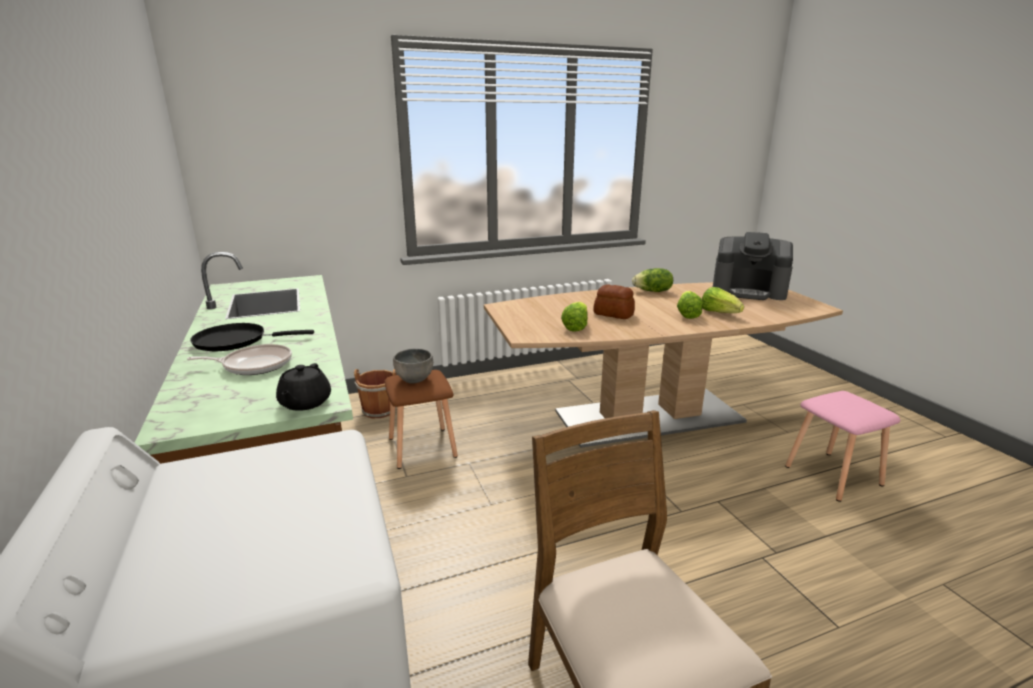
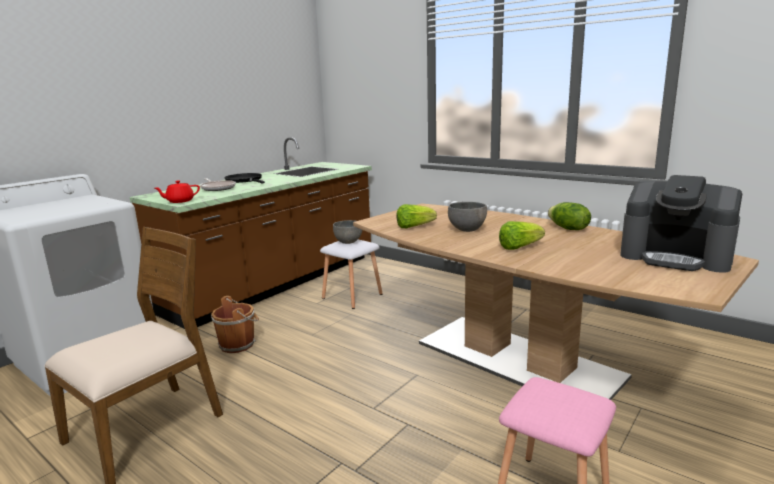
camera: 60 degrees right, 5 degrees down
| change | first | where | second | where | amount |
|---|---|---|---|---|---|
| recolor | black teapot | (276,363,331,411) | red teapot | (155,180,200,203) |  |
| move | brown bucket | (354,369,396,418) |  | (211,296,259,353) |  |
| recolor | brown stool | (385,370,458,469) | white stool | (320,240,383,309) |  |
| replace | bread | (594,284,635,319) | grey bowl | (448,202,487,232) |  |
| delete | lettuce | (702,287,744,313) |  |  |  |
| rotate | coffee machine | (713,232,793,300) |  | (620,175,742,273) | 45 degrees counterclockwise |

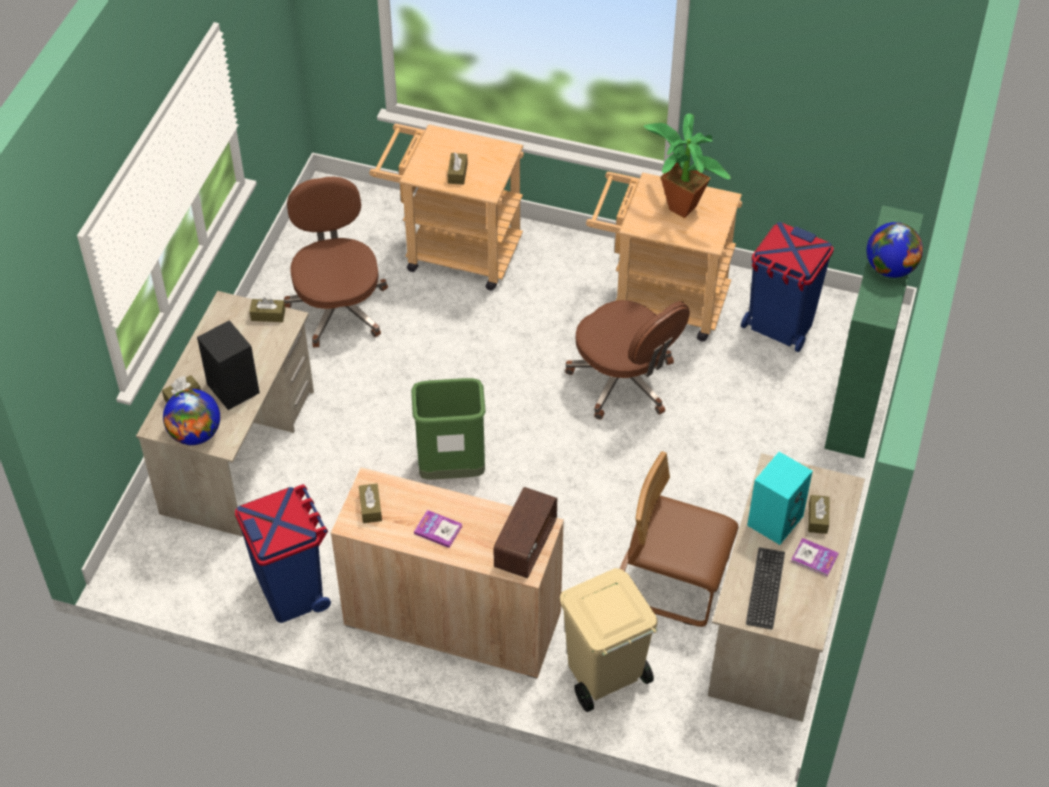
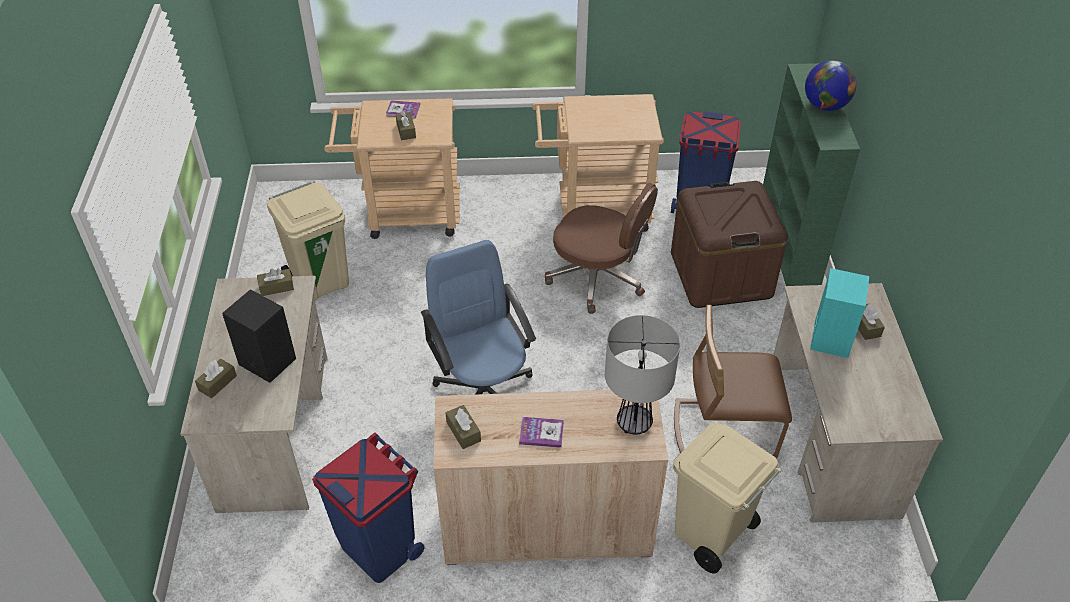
camera: 20 degrees left, 5 degrees down
| change | first | where | second | where | amount |
|---|---|---|---|---|---|
| delete | globe | (163,389,220,445) |  |  |  |
| replace | brown office chair | (284,177,388,347) | beige trash can | (267,181,349,301) |  |
| replace | green trash can | (411,378,486,480) | blue office chair | (421,240,536,394) |  |
| replace | radio | (493,487,557,578) | table lamp | (605,315,680,434) |  |
| delete | potted plant | (644,113,731,218) |  |  |  |
| delete | keyboard | (746,547,785,629) |  |  |  |
| move | book | (791,538,839,577) |  | (386,100,420,118) |  |
| insert |  |  | brown storage box | (671,181,788,308) |  |

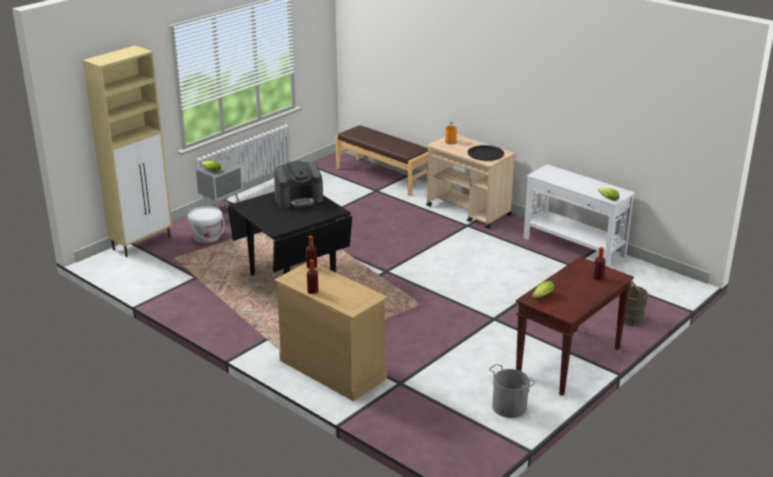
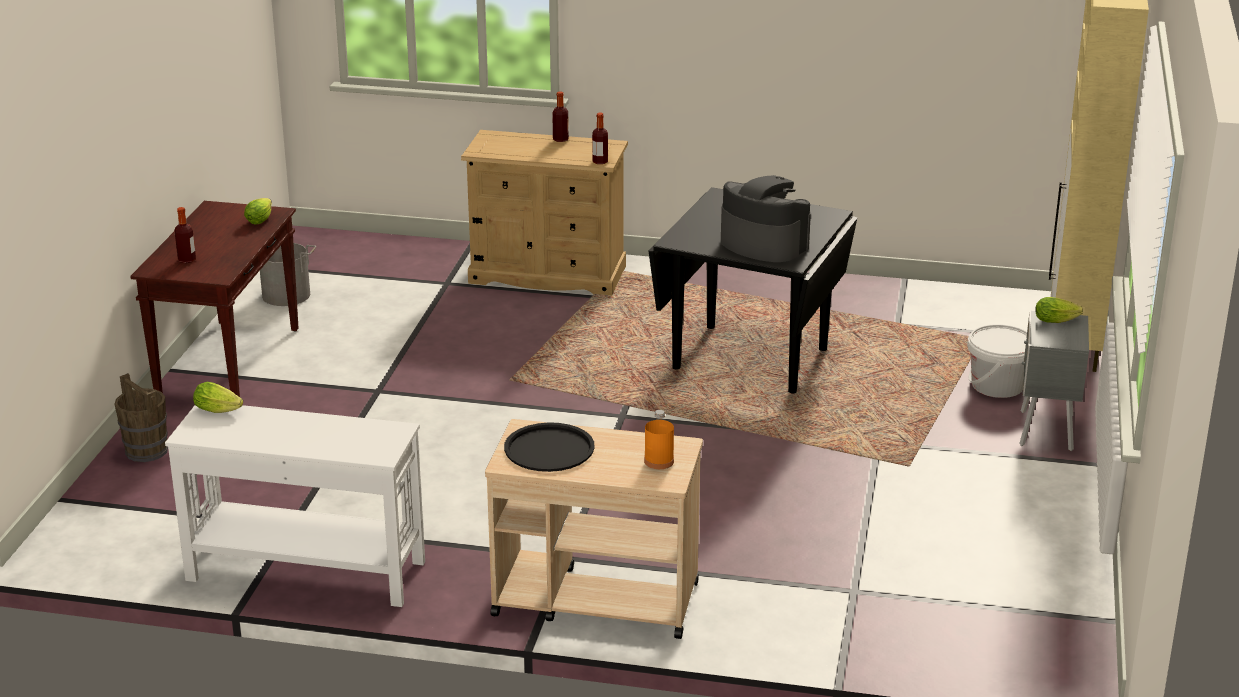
camera: 150 degrees right, 0 degrees up
| change | first | where | second | where | amount |
|---|---|---|---|---|---|
| rotate | coffee machine | (274,161,323,208) |  | (721,175,811,262) | 90 degrees clockwise |
| delete | brown bench | (336,125,428,196) |  |  |  |

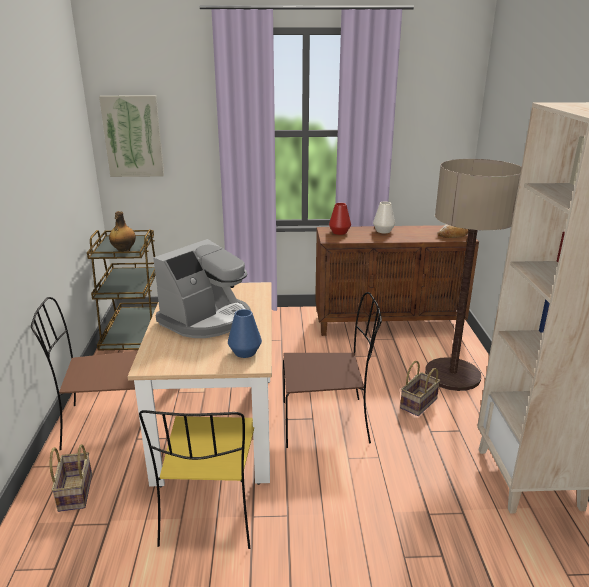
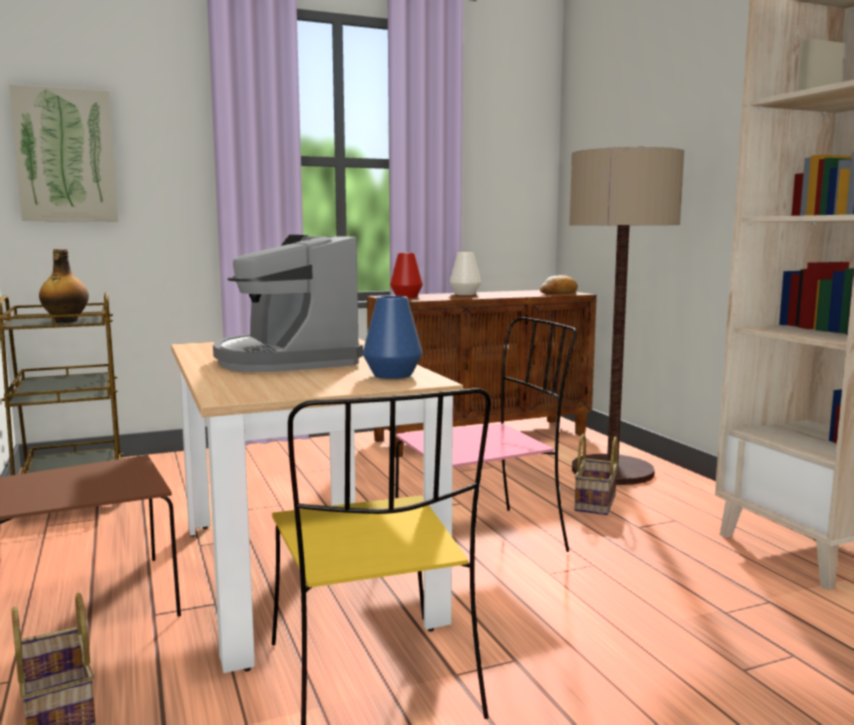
camera: 20 degrees left, 15 degrees down
| change | first | where | second | where | amount |
|---|---|---|---|---|---|
| rotate | coffee machine | (153,239,250,338) |  | (213,235,363,372) | 135 degrees clockwise |
| recolor | brown chair | (283,292,382,448) | pink chair | (395,317,577,552) |  |

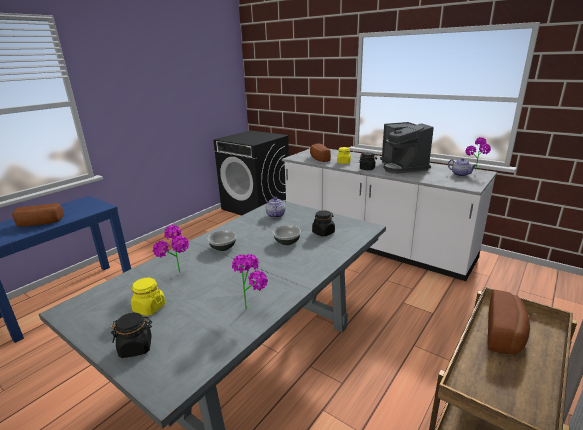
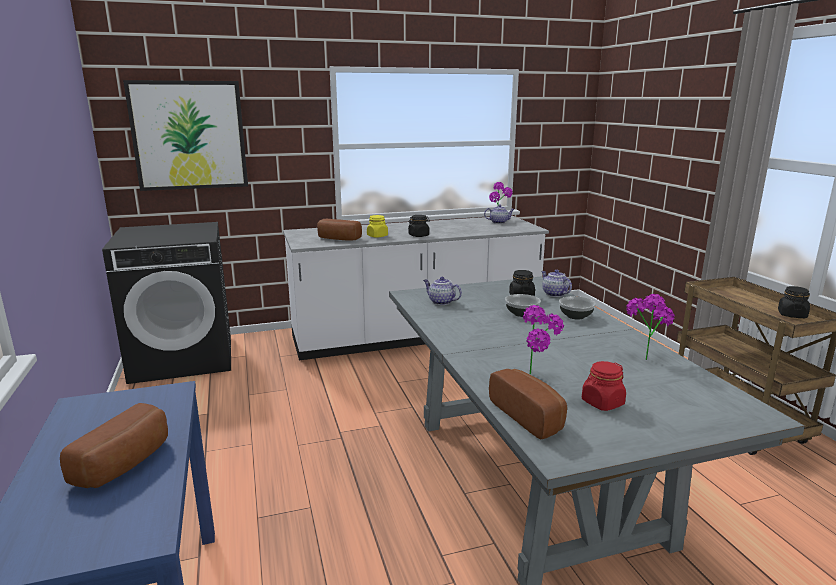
camera: 55 degrees left, 5 degrees down
| change | first | where | second | where | amount |
|---|---|---|---|---|---|
| move | black jar | (111,312,152,358) |  | (778,286,810,318) |  |
| recolor | yellow jar | (131,278,165,316) | red jar | (582,361,626,411) |  |
| move | bowl | (207,231,236,251) |  | (559,296,596,320) |  |
| delete | coffee machine | (380,122,434,174) |  |  |  |
| move | bread | (488,290,530,355) |  | (489,369,567,440) |  |
| insert |  |  | picture | (123,80,248,191) |  |
| insert |  |  | teapot | (541,270,572,297) |  |

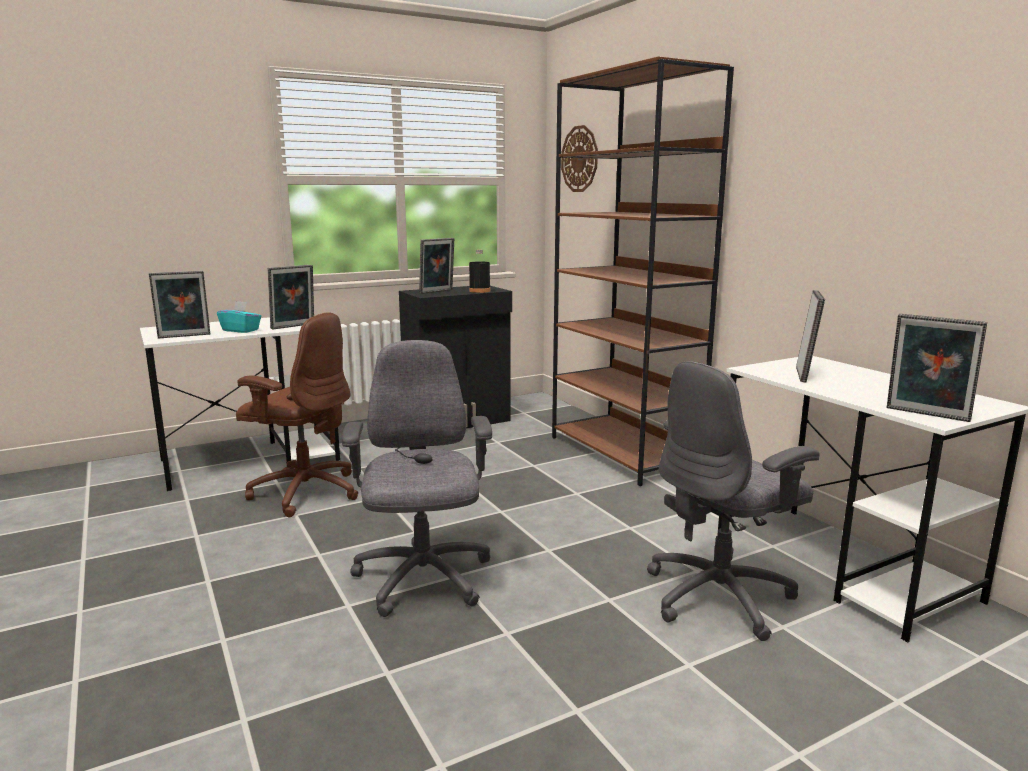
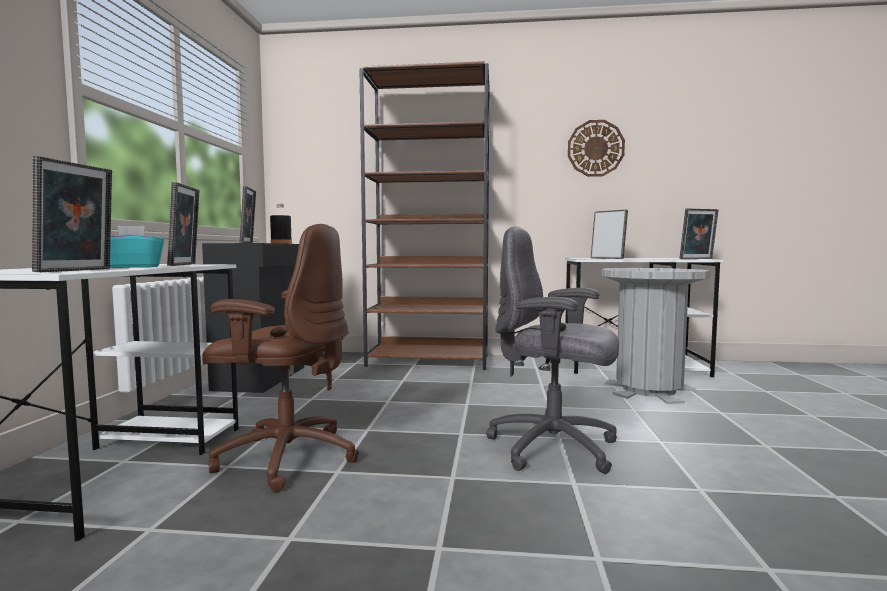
camera: 55 degrees left, 10 degrees down
| change | first | where | second | where | amount |
|---|---|---|---|---|---|
| rotate | brown office chair | (236,312,358,517) |  | (202,224,359,492) | 45 degrees clockwise |
| move | wall clock | (561,125,598,192) |  | (568,120,625,177) |  |
| replace | grey office chair | (647,361,820,641) | grey trash can | (601,268,710,404) |  |

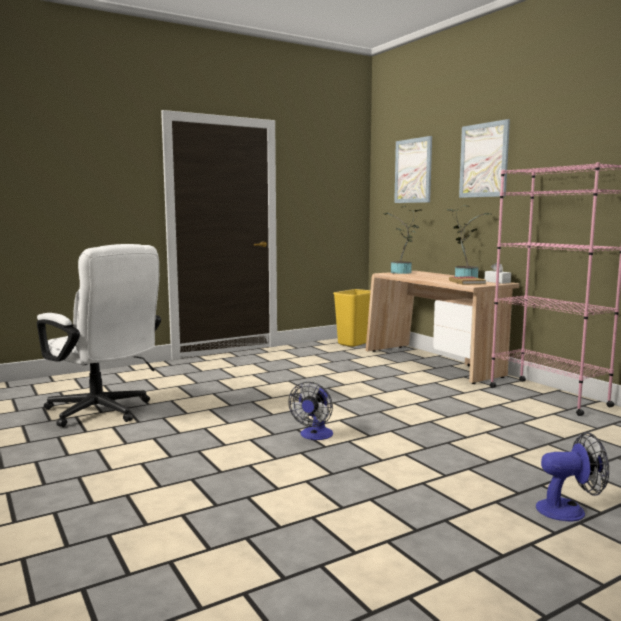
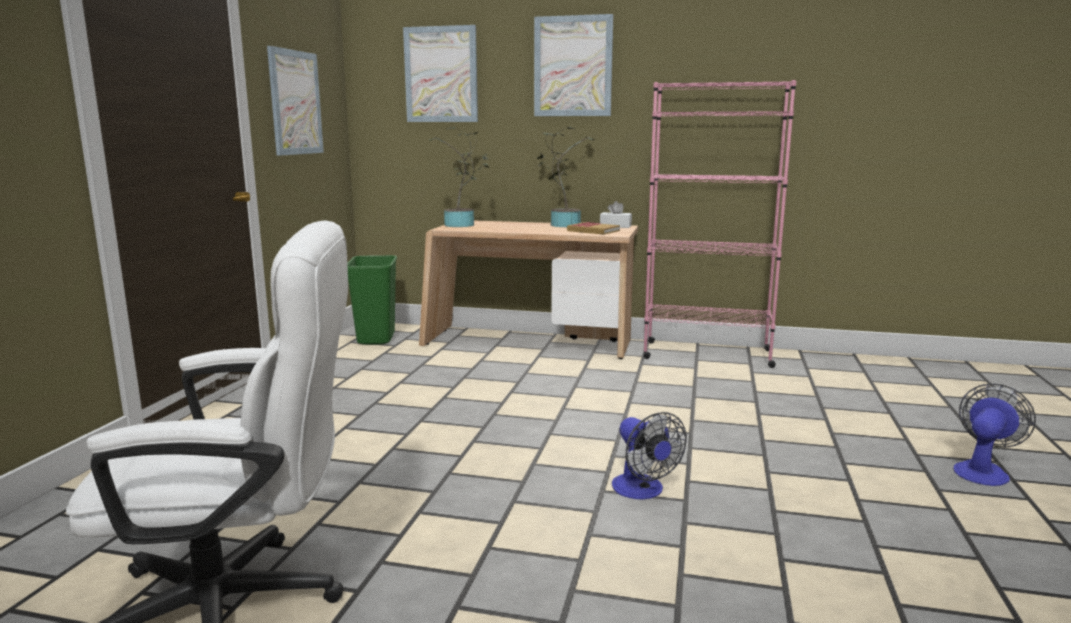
camera: 45 degrees left, 5 degrees up
| change | first | where | second | where | amount |
|---|---|---|---|---|---|
| recolor | yellow trash can | (333,289,371,347) | green trash can | (347,255,397,345) |  |
| insert |  |  | picture | (267,46,324,156) |  |

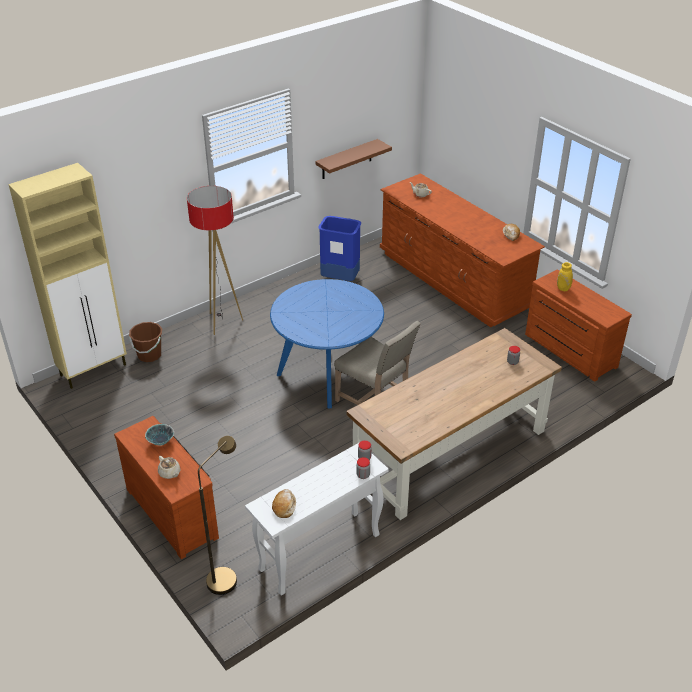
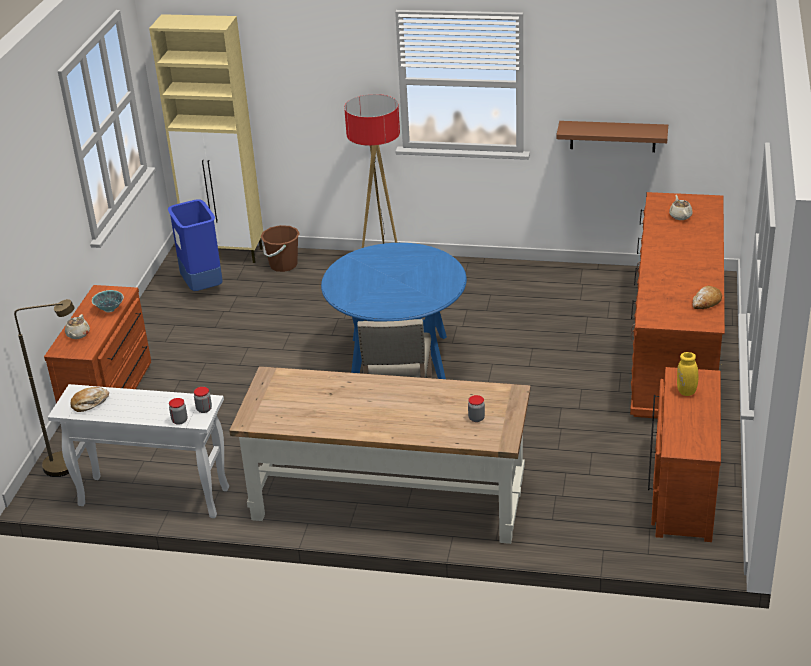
camera: 50 degrees right, 5 degrees down
| change | first | where | second | where | amount |
|---|---|---|---|---|---|
| move | blue trash can | (318,216,361,281) |  | (168,199,223,291) |  |

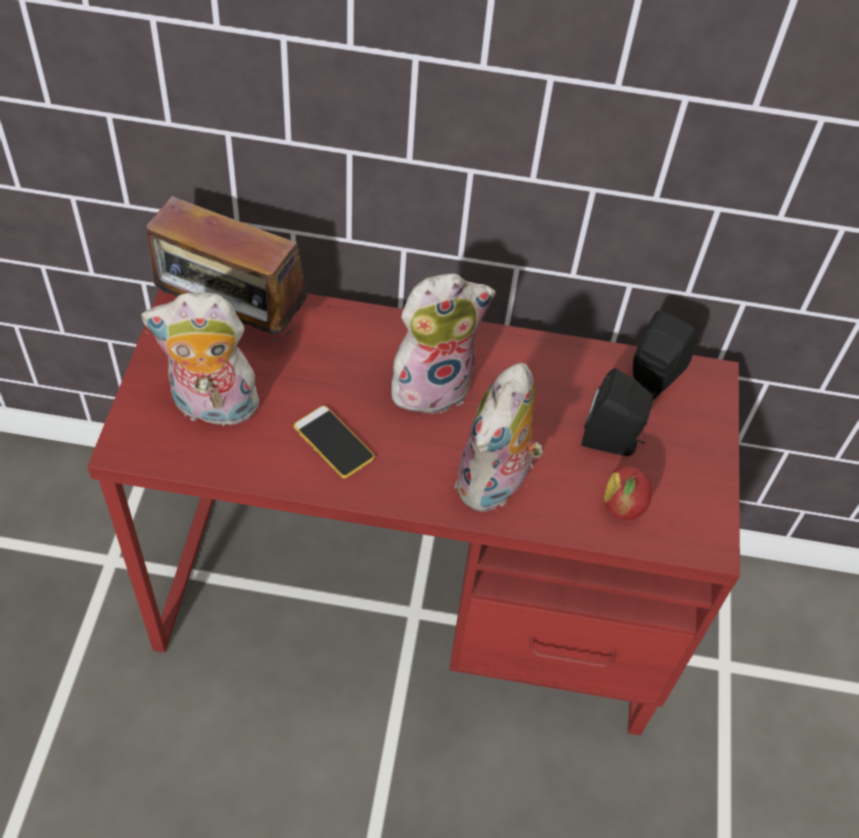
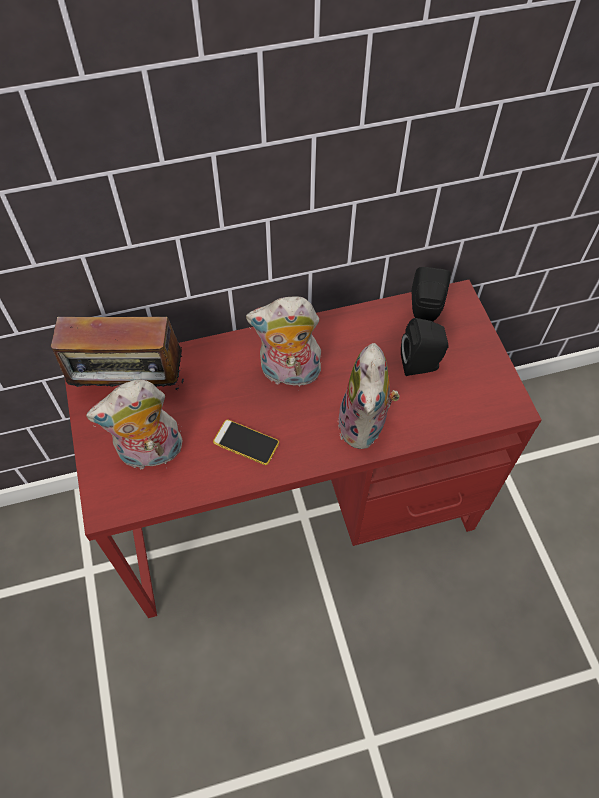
camera: 20 degrees left, 5 degrees up
| change | first | where | second | where | amount |
|---|---|---|---|---|---|
| rotate | plush toy | (391,274,496,414) |  | (246,297,321,387) | 135 degrees counterclockwise |
| delete | apple | (604,466,652,520) |  |  |  |

